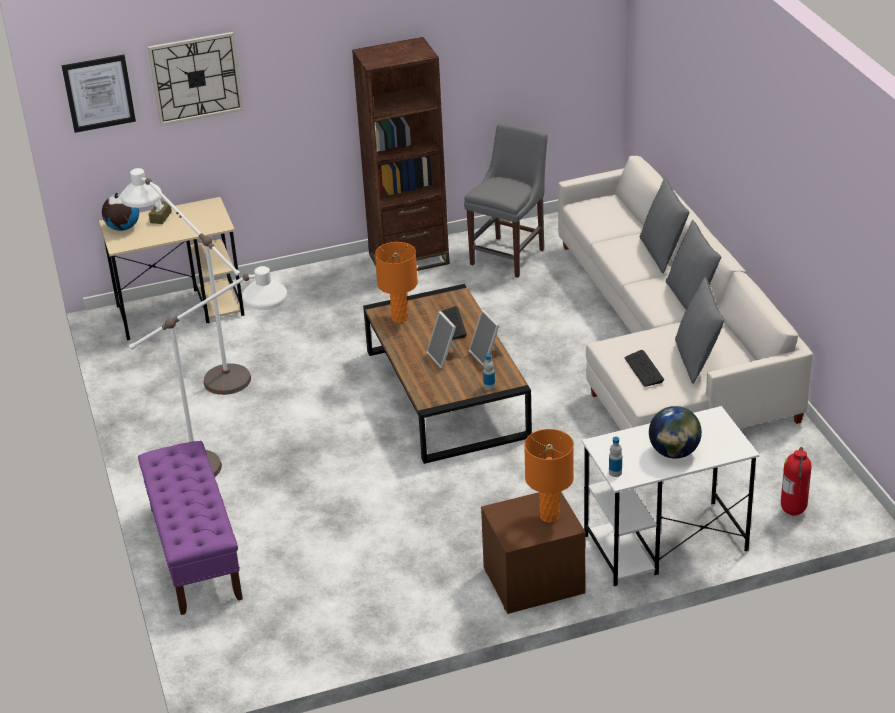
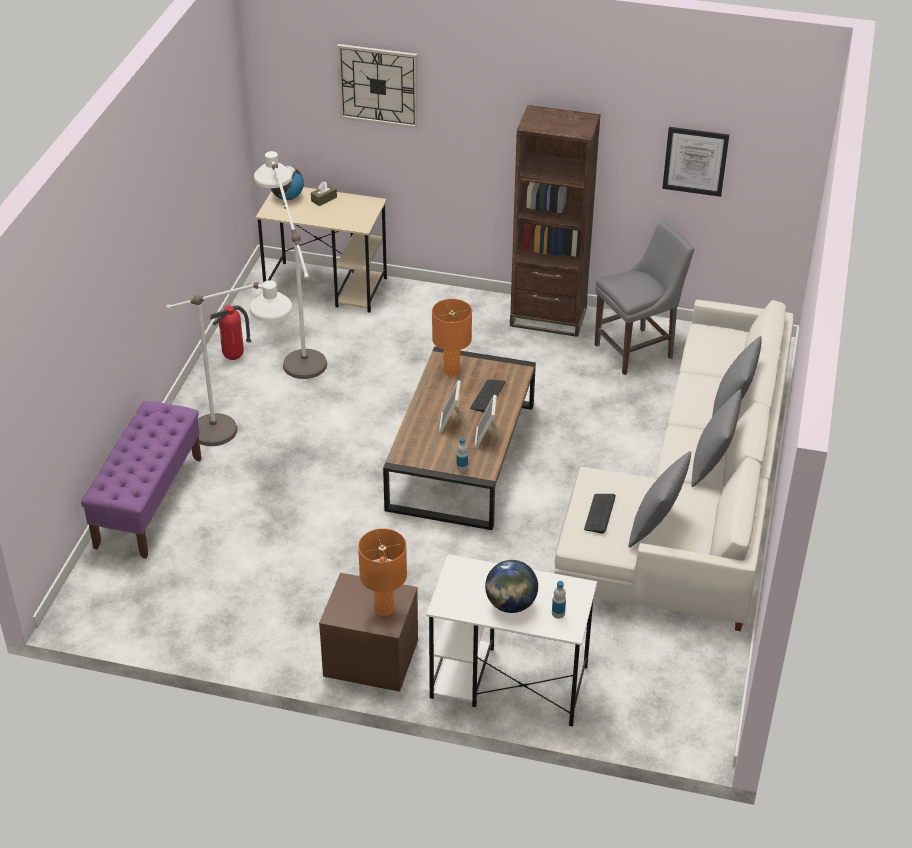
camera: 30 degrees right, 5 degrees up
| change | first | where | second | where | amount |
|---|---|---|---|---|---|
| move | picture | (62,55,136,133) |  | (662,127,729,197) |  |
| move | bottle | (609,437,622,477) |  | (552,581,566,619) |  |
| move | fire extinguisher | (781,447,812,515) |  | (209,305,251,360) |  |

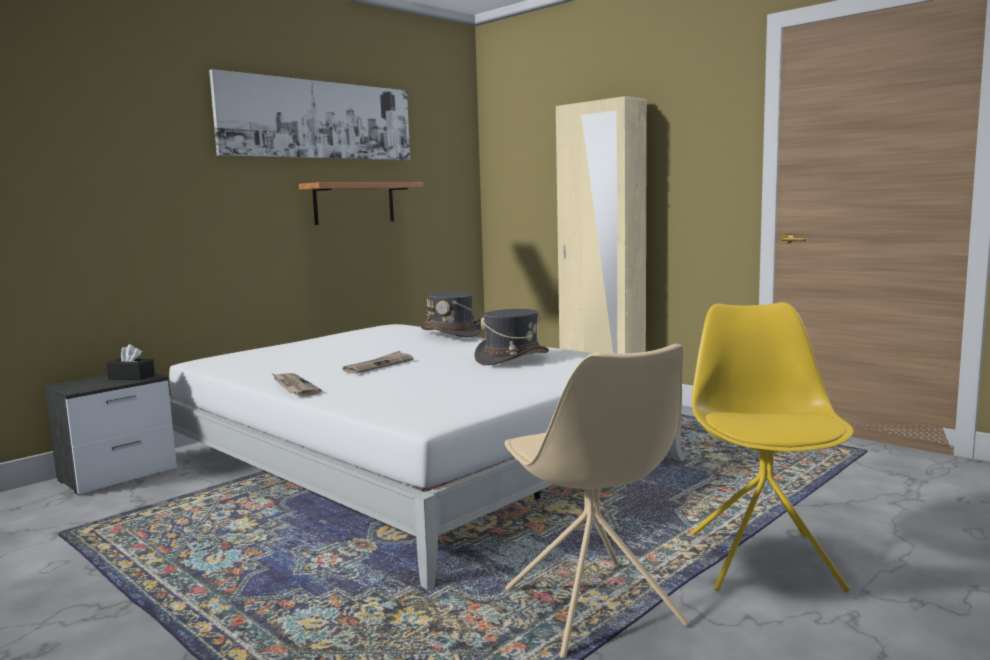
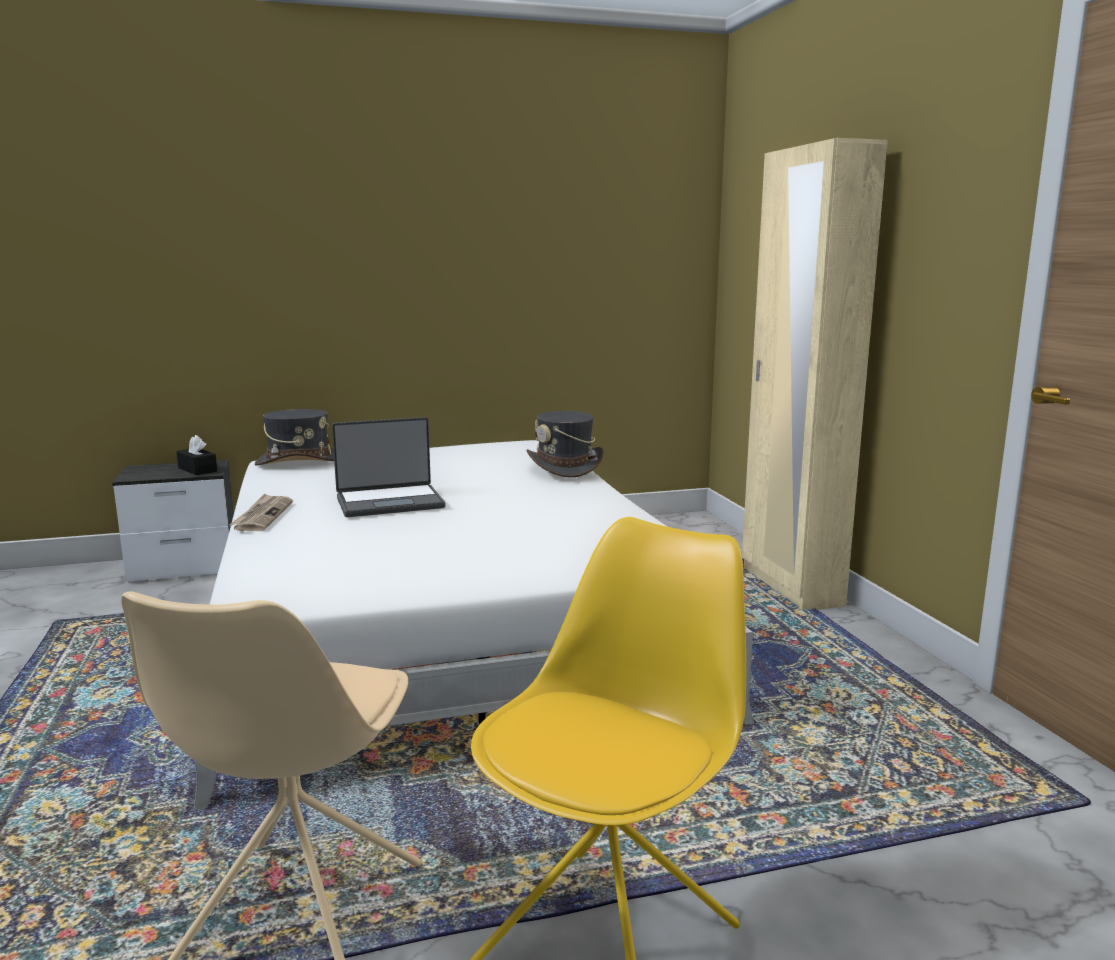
camera: 30 degrees right, 5 degrees up
| change | first | where | second | where | amount |
|---|---|---|---|---|---|
| delete | picture | (209,69,410,160) |  |  |  |
| delete | shelf | (299,182,423,225) |  |  |  |
| replace | newspaper | (342,351,414,374) | laptop | (332,417,445,517) |  |
| move | grey hat | (474,309,549,365) |  | (255,409,334,466) |  |

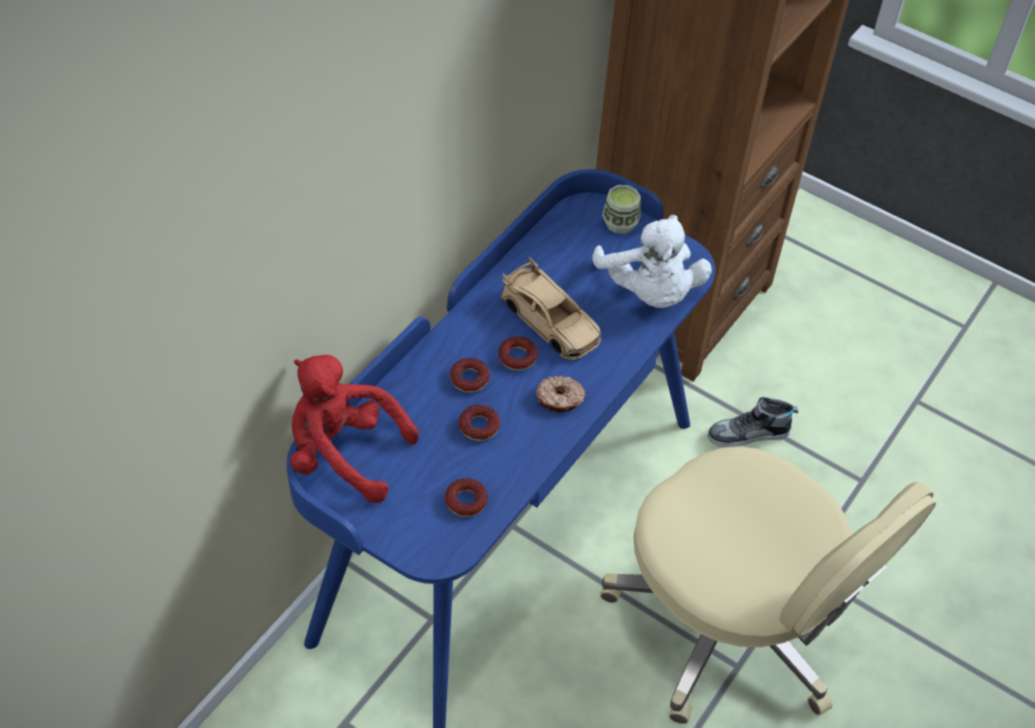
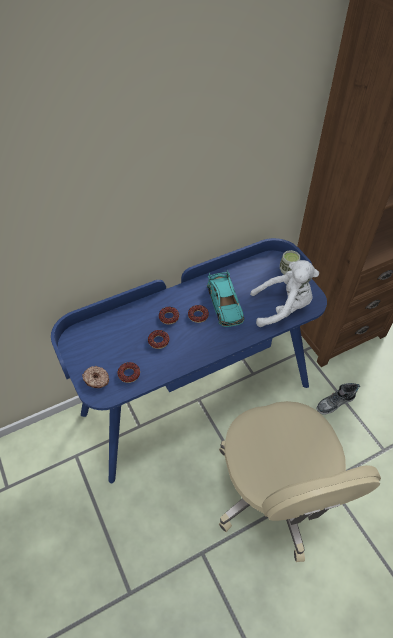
camera: 30 degrees right, 0 degrees up
| change | first | where | second | where | amount |
|---|---|---|---|---|---|
| delete | red plush toy | (290,355,419,503) |  |  |  |
| recolor | beige toy car | (501,257,601,360) | turquoise toy car | (207,270,245,327) |  |
| move | donut | (536,376,586,413) |  | (82,366,109,388) |  |
| rotate | white plush toy | (592,215,712,308) |  | (250,260,319,327) | 105 degrees counterclockwise |
| rotate | shoe | (708,397,798,447) |  | (316,383,360,415) | 45 degrees counterclockwise |

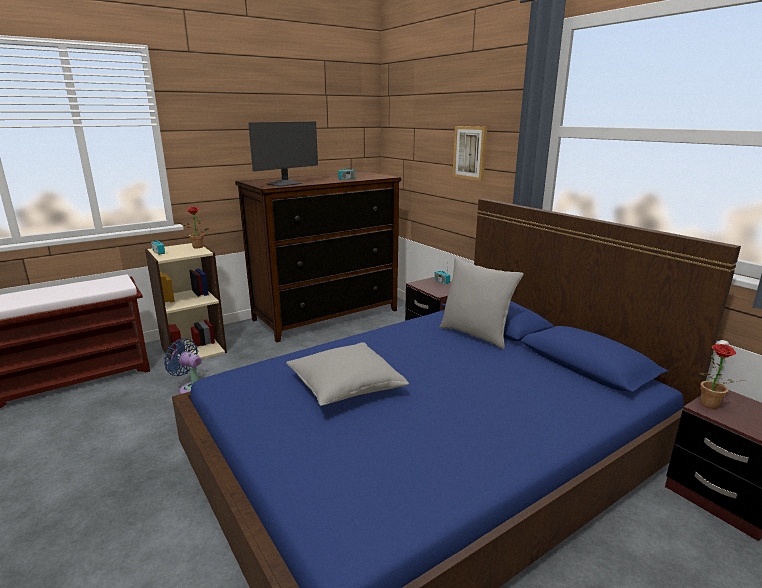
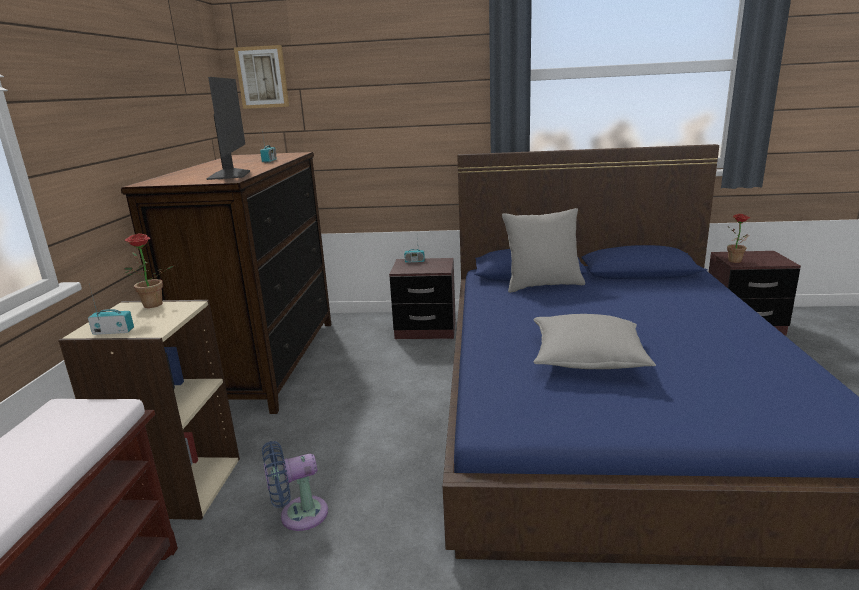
camera: 50 degrees left, 0 degrees up
| change | first | where | second | where | amount |
|---|---|---|---|---|---|
| move | picture | (453,126,487,181) |  | (234,45,289,109) |  |

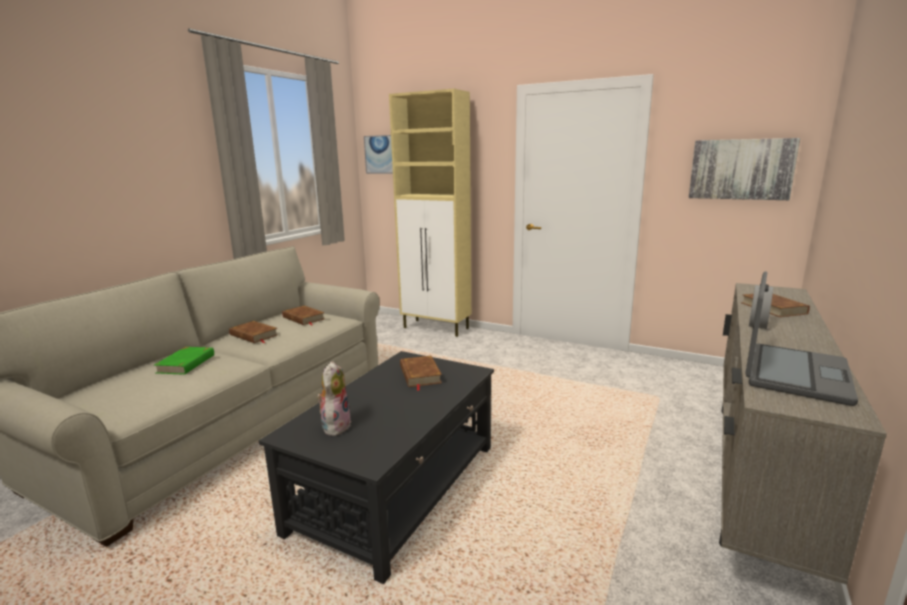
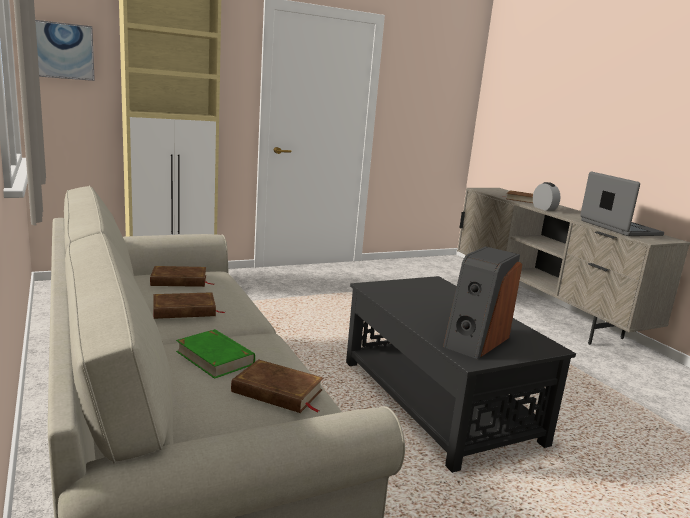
camera: 55 degrees left, 0 degrees up
| change | first | where | second | where | amount |
|---|---|---|---|---|---|
| replace | plush toy | (316,361,351,436) | speaker | (443,246,522,359) |  |
| move | brown book | (400,356,442,391) |  | (231,359,323,413) |  |
| delete | picture | (689,138,800,200) |  |  |  |

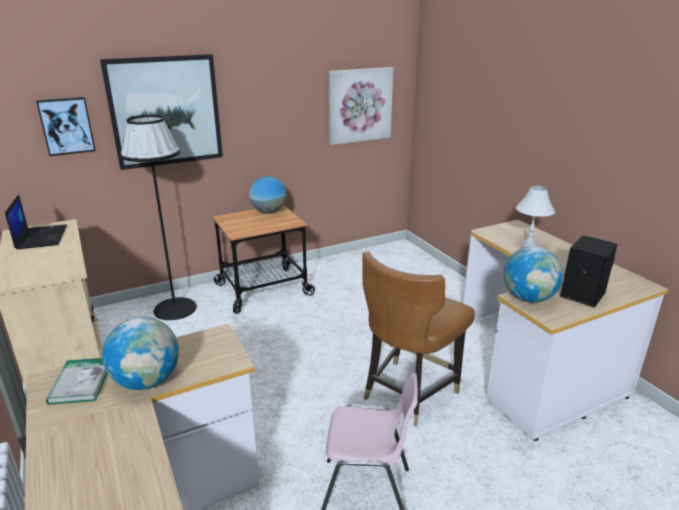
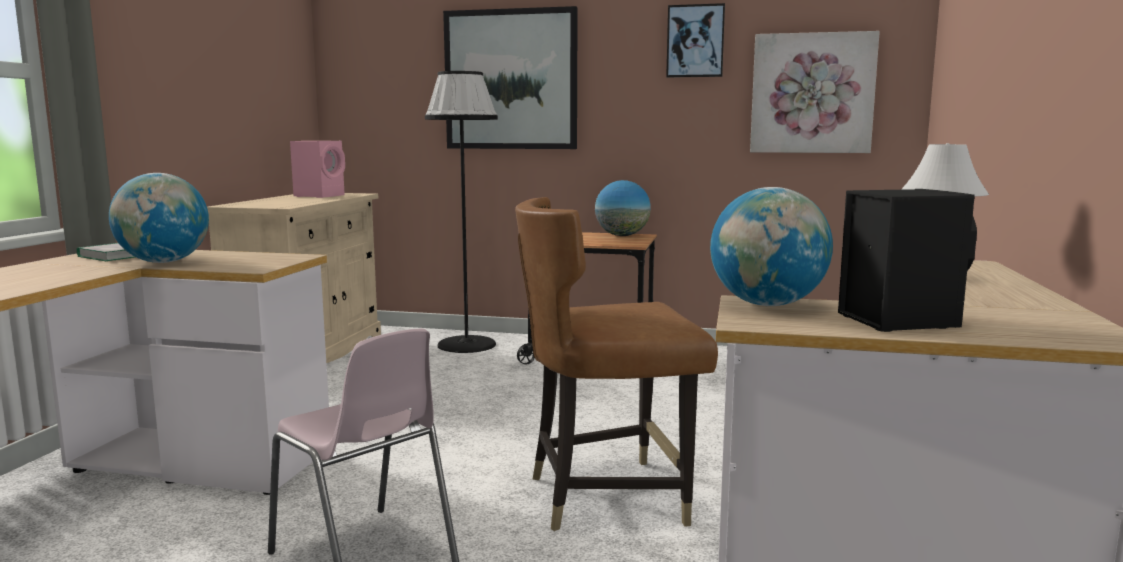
camera: 40 degrees right, 15 degrees down
| change | first | where | second | where | amount |
|---|---|---|---|---|---|
| replace | laptop | (5,194,67,249) | pink speaker | (290,141,345,198) |  |
| move | picture | (36,97,96,156) |  | (666,3,725,78) |  |

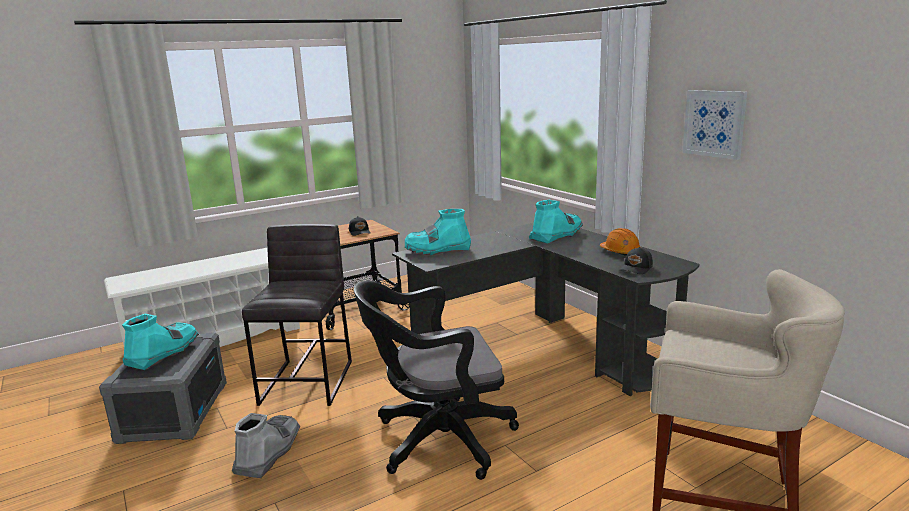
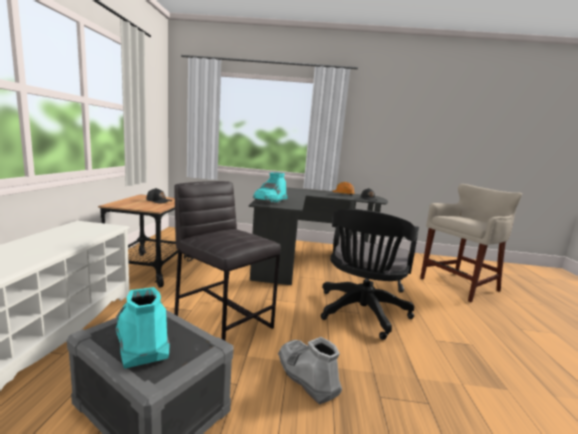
camera: 55 degrees left, 5 degrees down
| change | first | where | second | where | amount |
|---|---|---|---|---|---|
| delete | turquoise boot | (529,200,583,244) |  |  |  |
| delete | picture | (683,90,747,160) |  |  |  |

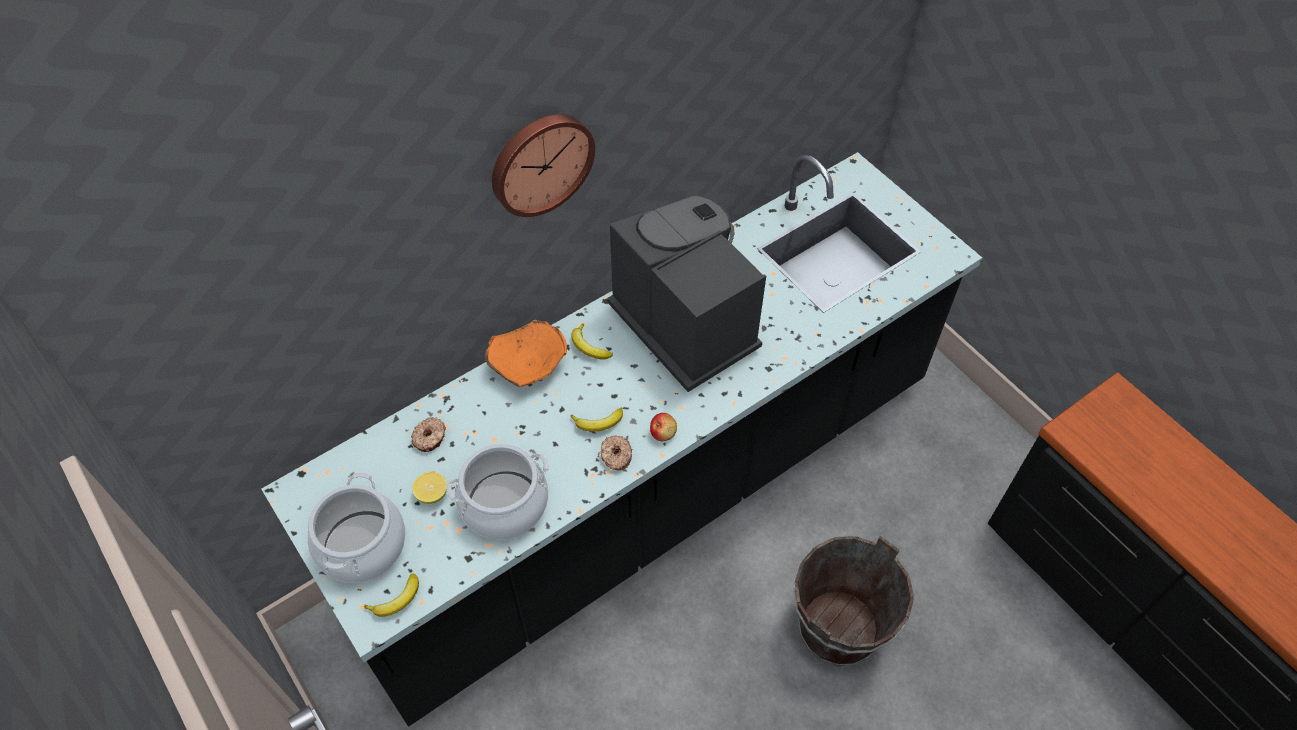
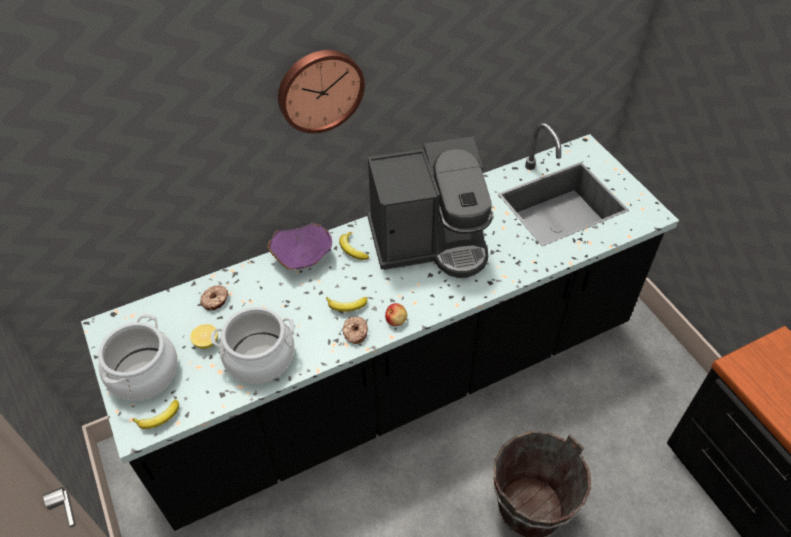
camera: 10 degrees right, 5 degrees down
| change | first | where | second | where | amount |
|---|---|---|---|---|---|
| recolor | orange bowl | (485,320,567,387) | purple bowl | (268,223,332,270) |  |
| rotate | coffee machine | (607,196,766,392) |  | (367,136,494,278) | 105 degrees clockwise |

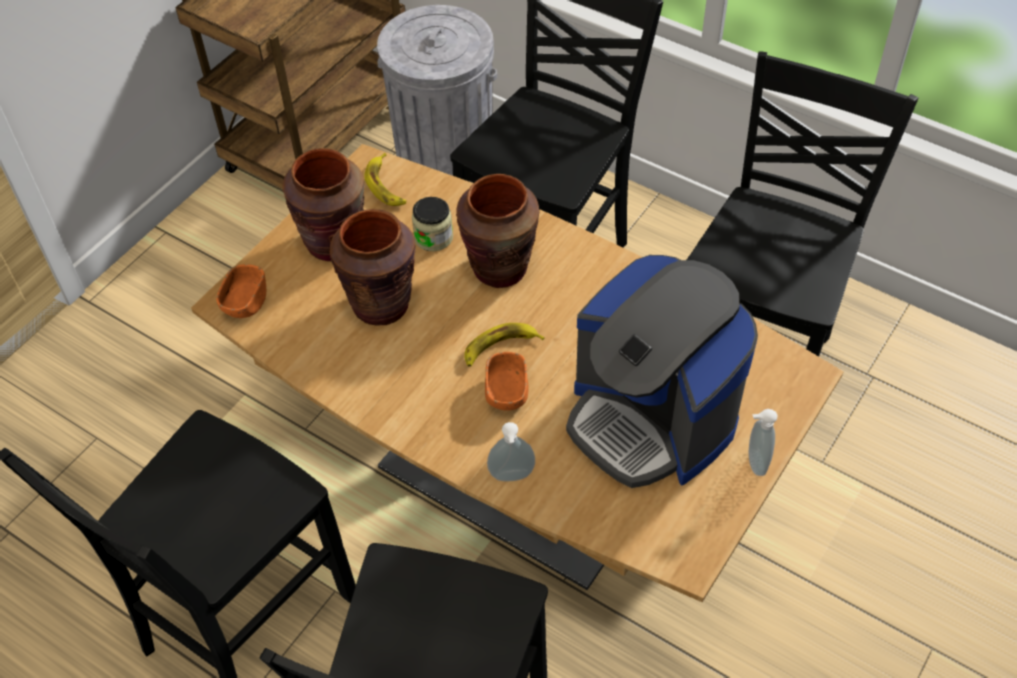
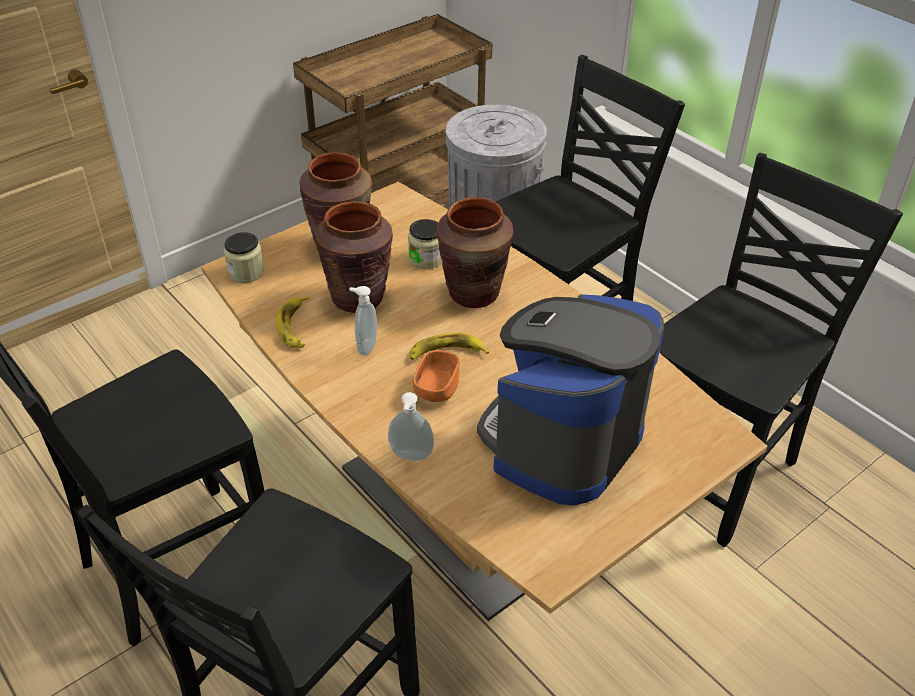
camera: 15 degrees right, 10 degrees down
| change | first | where | second | where | amount |
|---|---|---|---|---|---|
| replace | orange bowl | (216,264,266,318) | jar | (224,232,264,283) |  |
| move | banana | (364,153,406,206) |  | (276,296,309,348) |  |
| rotate | coffee machine | (566,255,758,488) |  | (477,294,664,505) | 60 degrees clockwise |
| move | soap dispenser | (749,409,778,476) |  | (349,286,377,356) |  |

